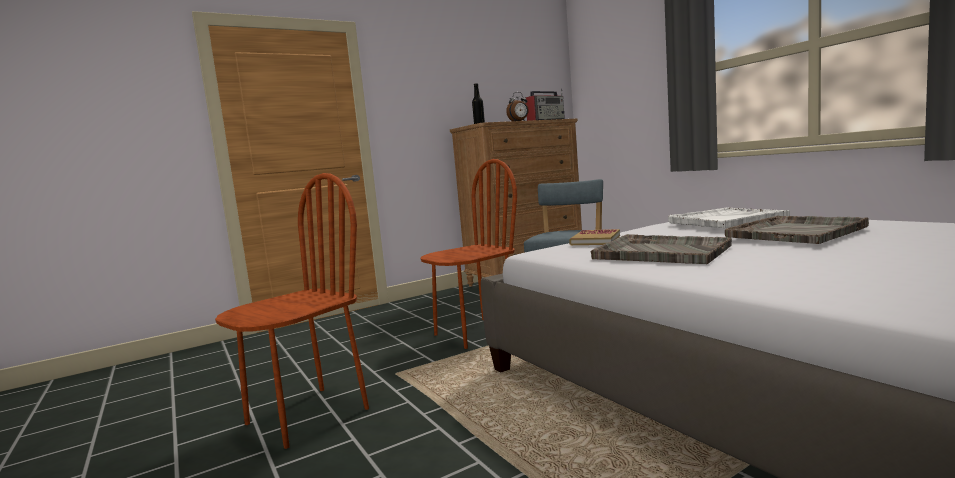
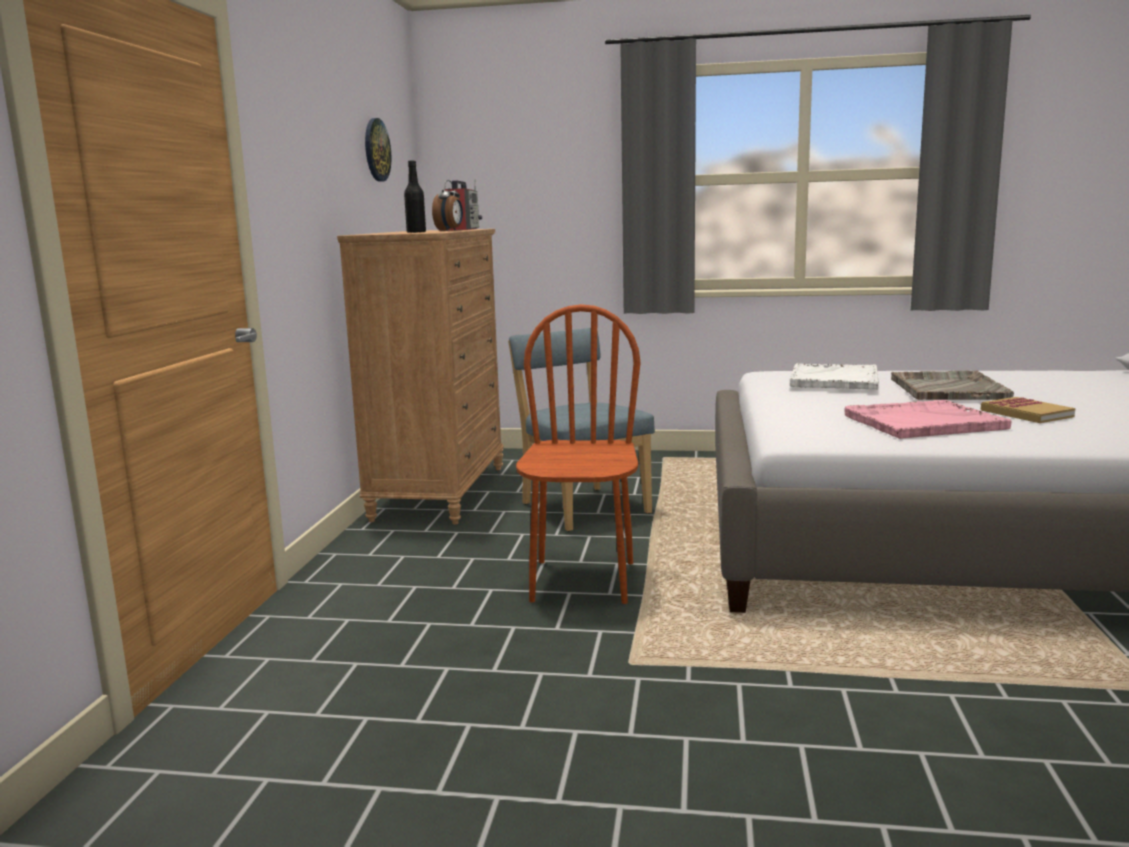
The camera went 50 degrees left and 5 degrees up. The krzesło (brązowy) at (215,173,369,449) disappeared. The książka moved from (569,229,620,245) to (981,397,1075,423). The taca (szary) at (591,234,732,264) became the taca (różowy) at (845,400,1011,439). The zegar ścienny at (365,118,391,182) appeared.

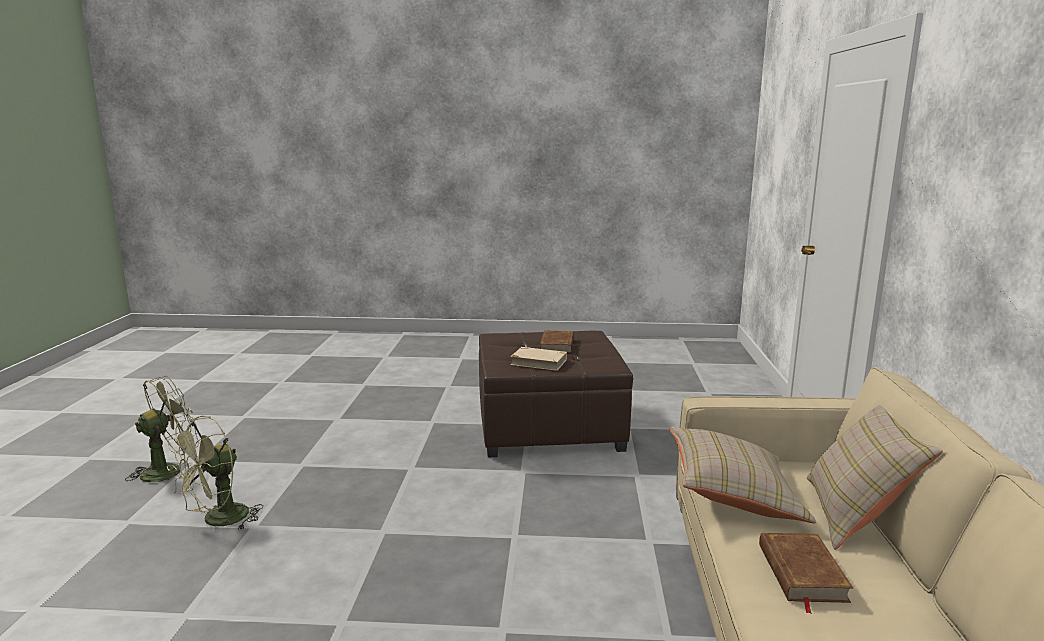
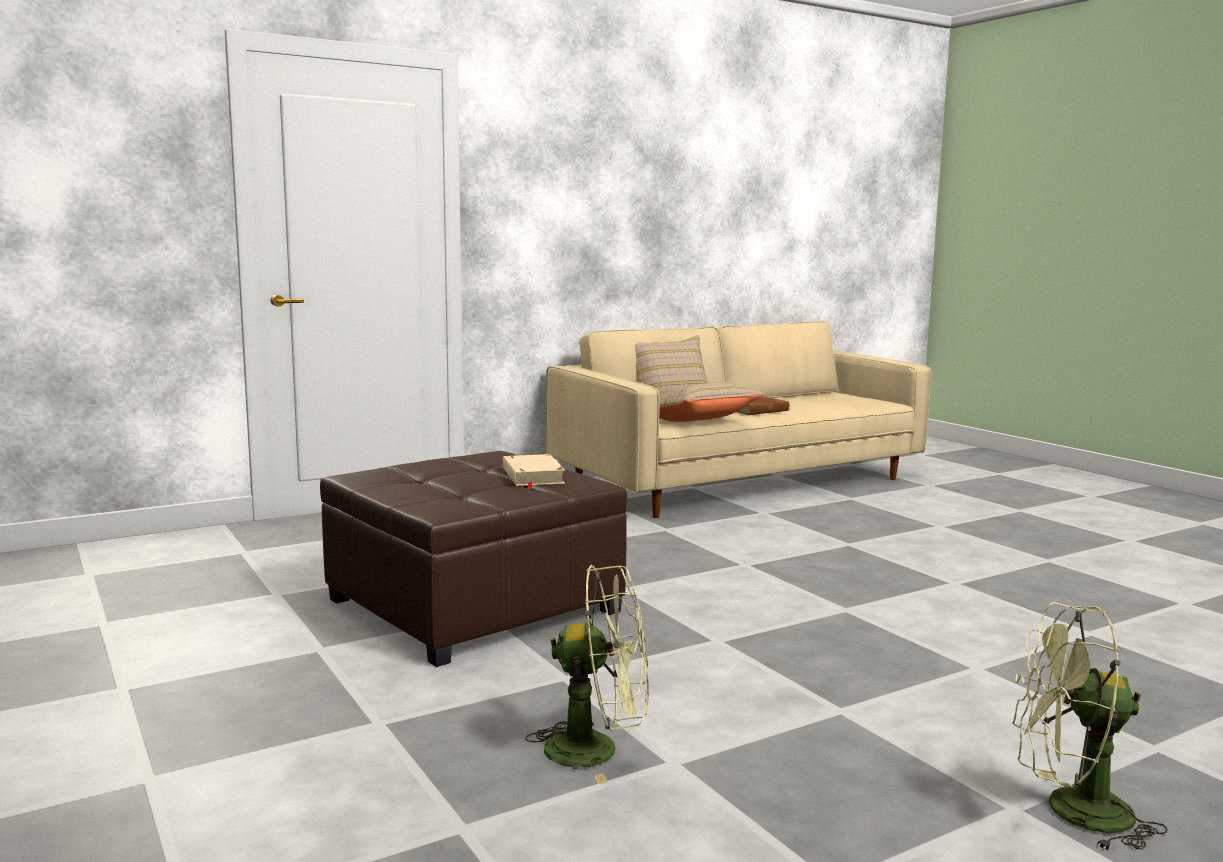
The camera went 125 degrees left and 5 degrees down. The wentylator (zielony) moved from (167,415,263,530) to (525,565,649,784). The książka (brązowy) at (540,330,574,353) disappeared.

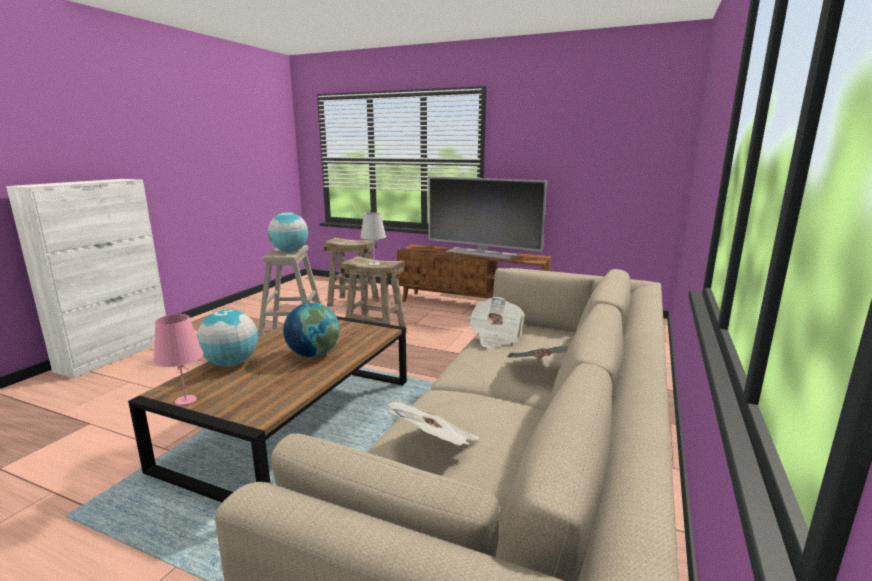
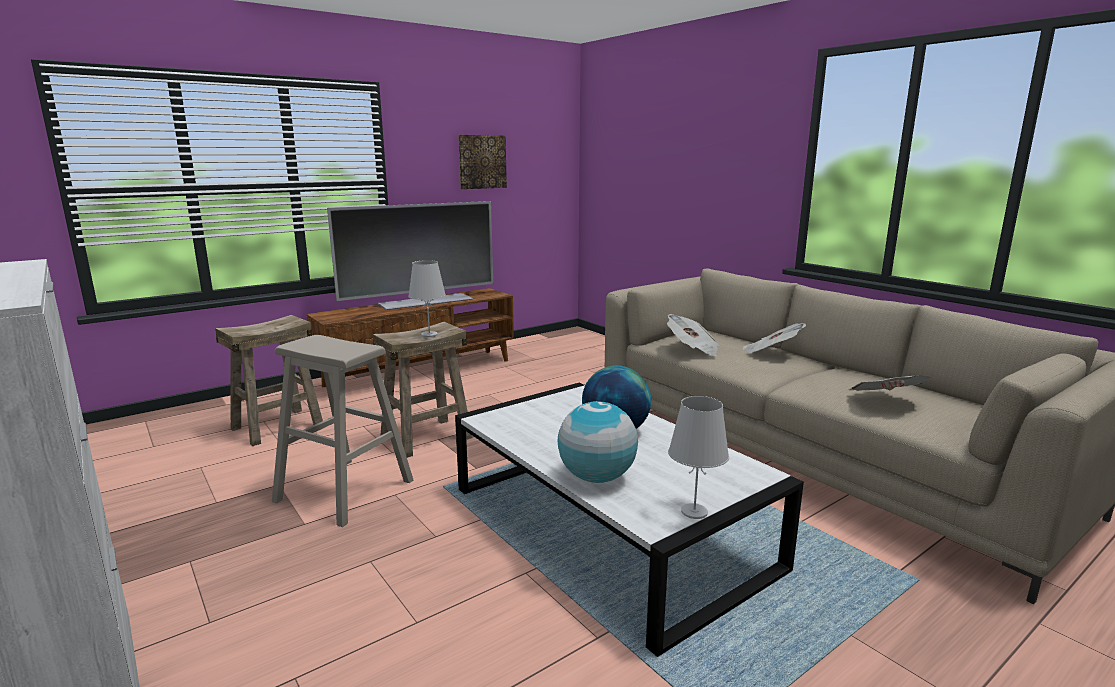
The camera went 60 degrees left and 0 degrees up. The ława (brązowy) at (128,316,407,502) became the ława (biały) at (455,382,804,657). The lampa stołowa (różowy) at (153,314,203,406) became the lampa stołowa (biały) at (668,396,729,519). The globus at (268,212,308,252) disappeared. The obraz at (458,135,507,189) appeared.

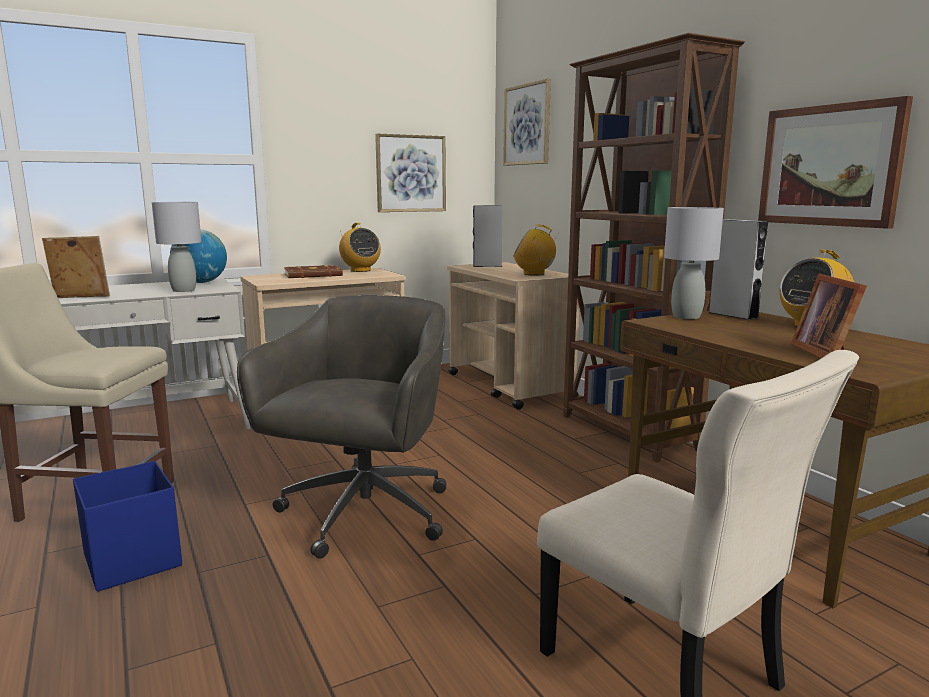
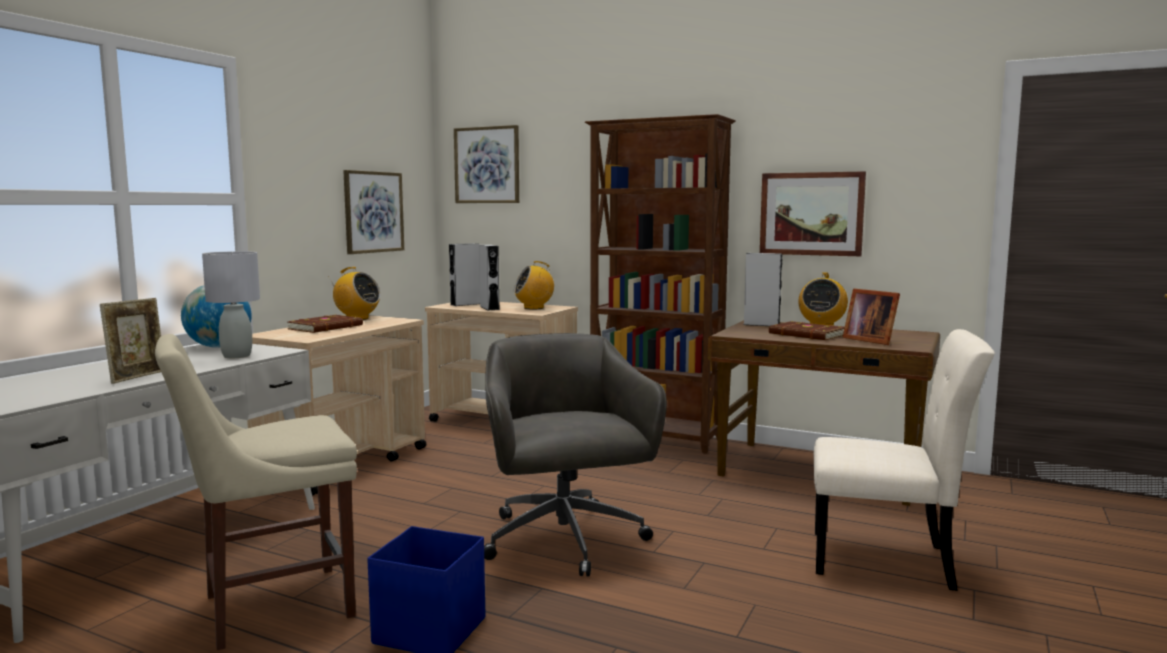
The camera went 35 degrees left and 5 degrees down. The ramka na zdjęcie at (42,236,110,298) turned 150 degrees clockwise. The lampa stołowa (szary) at (664,207,724,319) disappeared. The głośnik (szary) at (479,245,499,310) appeared. The książka (brązowy) at (769,321,845,340) appeared.

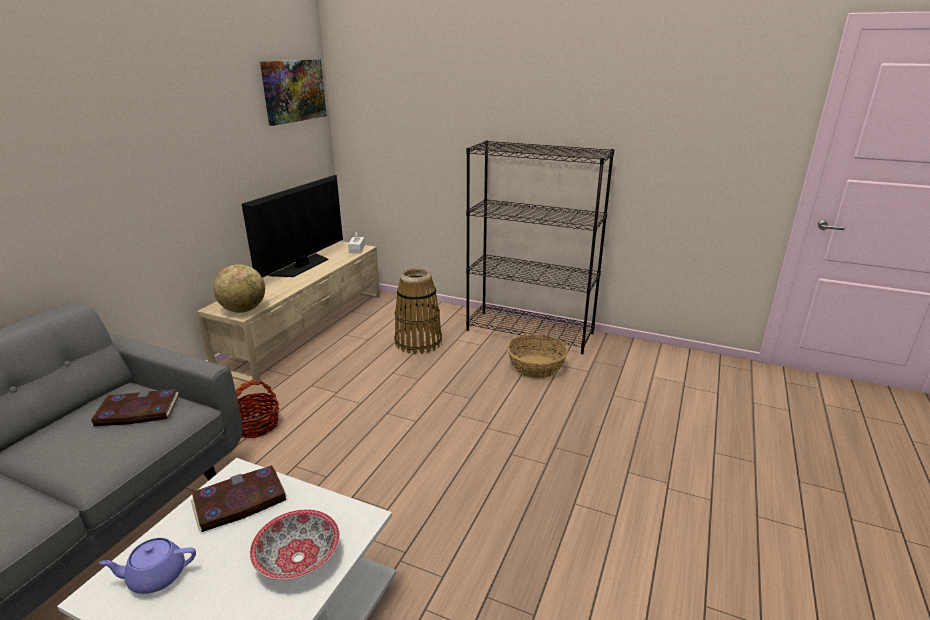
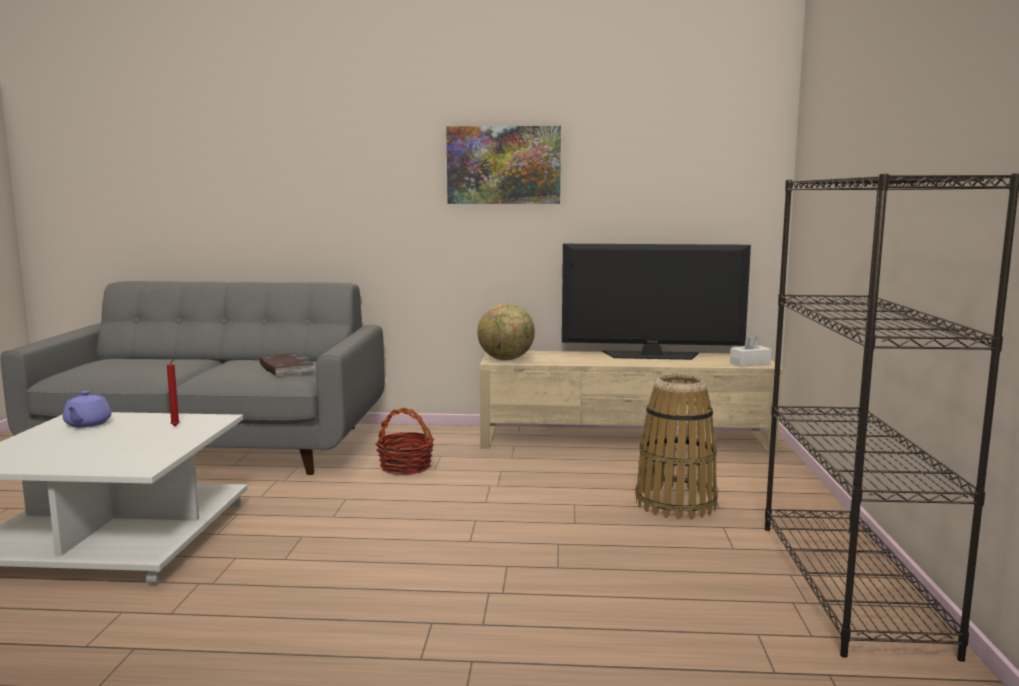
The camera went 70 degrees right and 15 degrees down. The imbryk (fioletowy) at (99,538,196,594) turned 150 degrees counterclockwise. The książka at (191,465,287,532) was replaced by the świeca (czerwony) at (167,359,180,427). The miska at (250,509,340,580) disappeared. The obraz moved from (260,59,327,126) to (446,126,561,204). The koszyk at (507,334,568,379) disappeared.

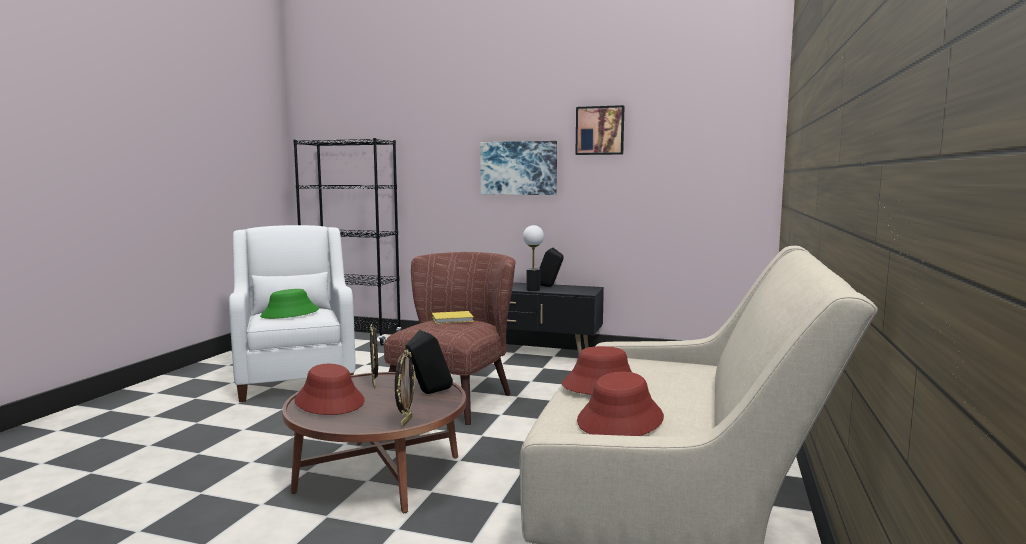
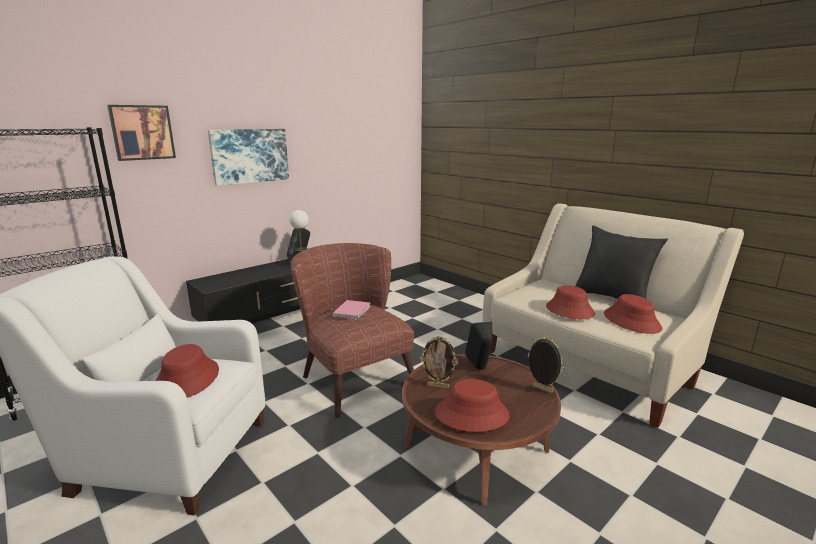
The camera went 60 degrees left and 10 degrees up. The kapelusz (zielony) at (260,289,319,319) became the kapelusz (czerwony) at (155,344,219,398). The książka (żółty) at (432,311,474,324) became the książka (różowy) at (333,300,371,320). The obraz moved from (575,105,624,155) to (107,105,176,161). The poduszka (czarny) at (575,225,668,299) appeared.

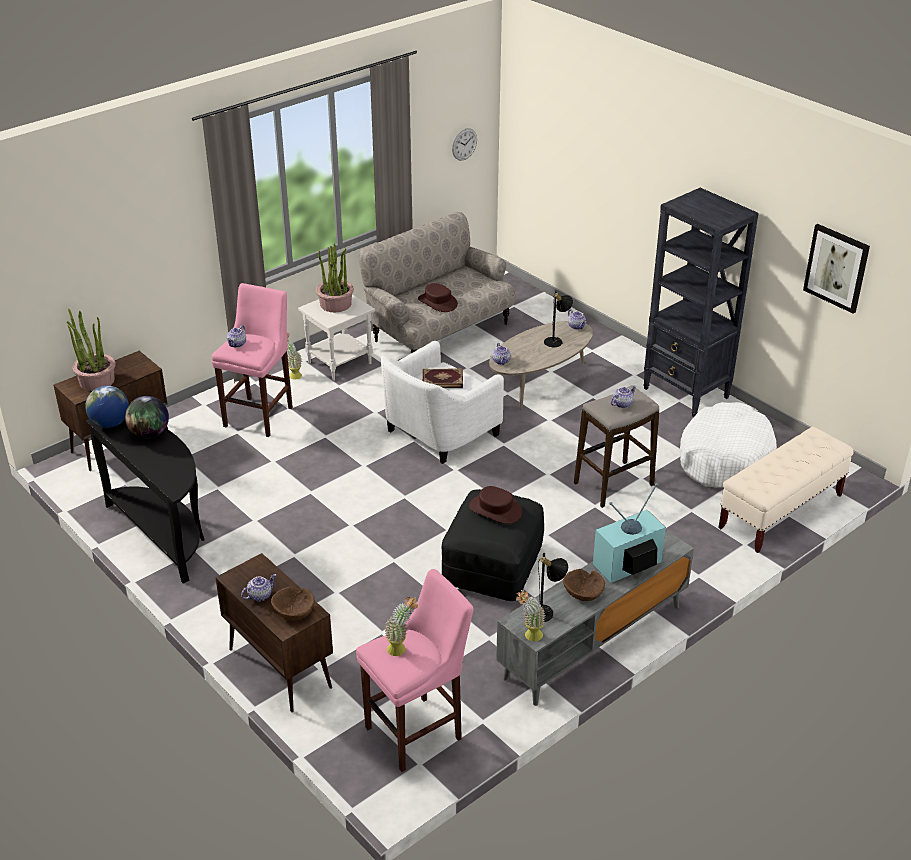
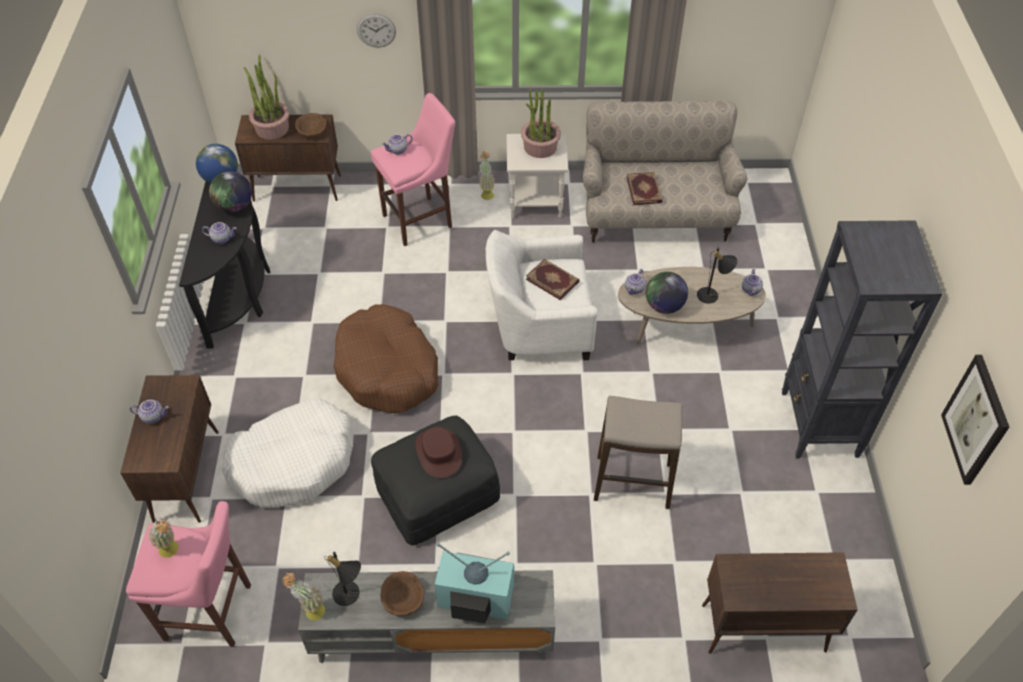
The camera went 40 degrees right and 15 degrees up. The miska (brązowy) moved from (271,587,315,620) to (295,113,327,138). The kapelusz (brązowy) at (418,283,458,312) was replaced by the książka at (627,172,663,205). The zegar ścienny moved from (452,128,477,161) to (357,13,396,48). The imbryk moved from (610,386,637,408) to (202,222,237,244). The legowisko (biały) moved from (680,402,777,488) to (222,399,354,508). The ławka (beżowy) at (718,427,854,553) was replaced by the szafka (brązowy) at (702,552,858,654). The legowisko (brązowy) at (334,304,438,413) appeared. The globus at (646,272,688,314) appeared.

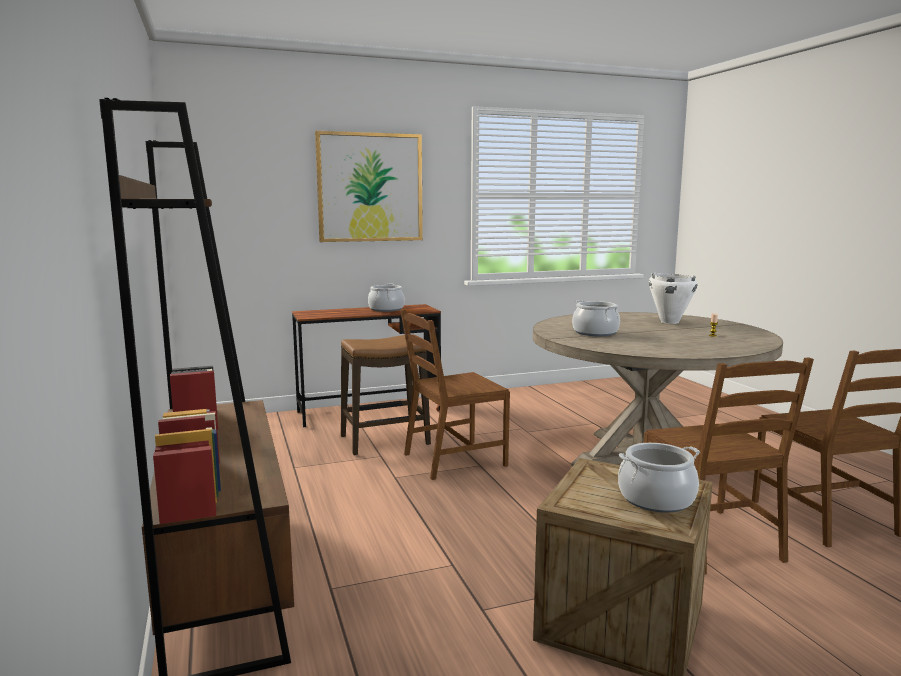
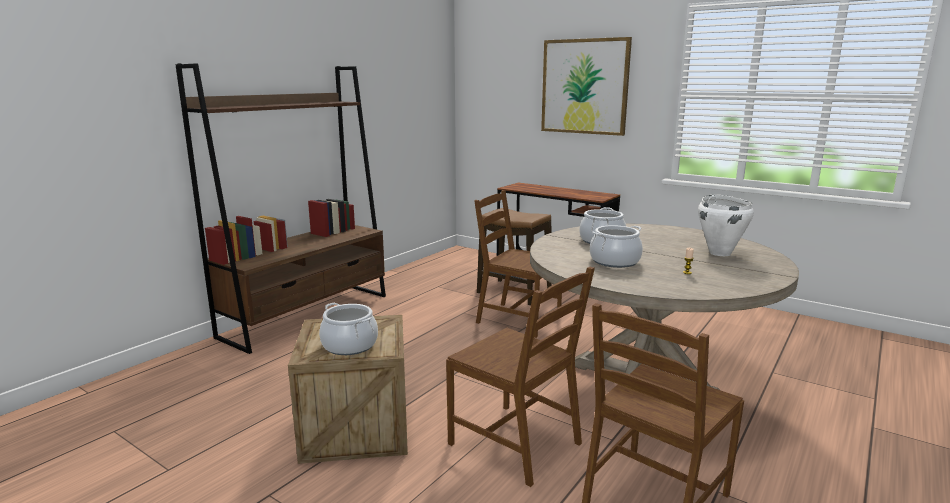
The camera went 55 degrees right and 5 degrees up. The garnek moved from (368,284,405,312) to (590,225,643,268). The krzesło (brązowy) at (644,358,814,574) turned 90 degrees counterclockwise.

